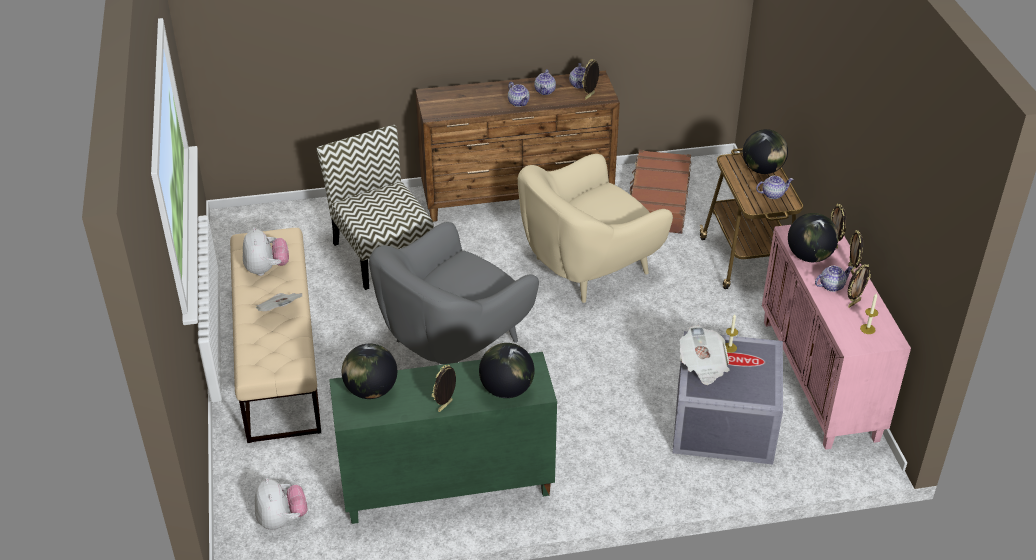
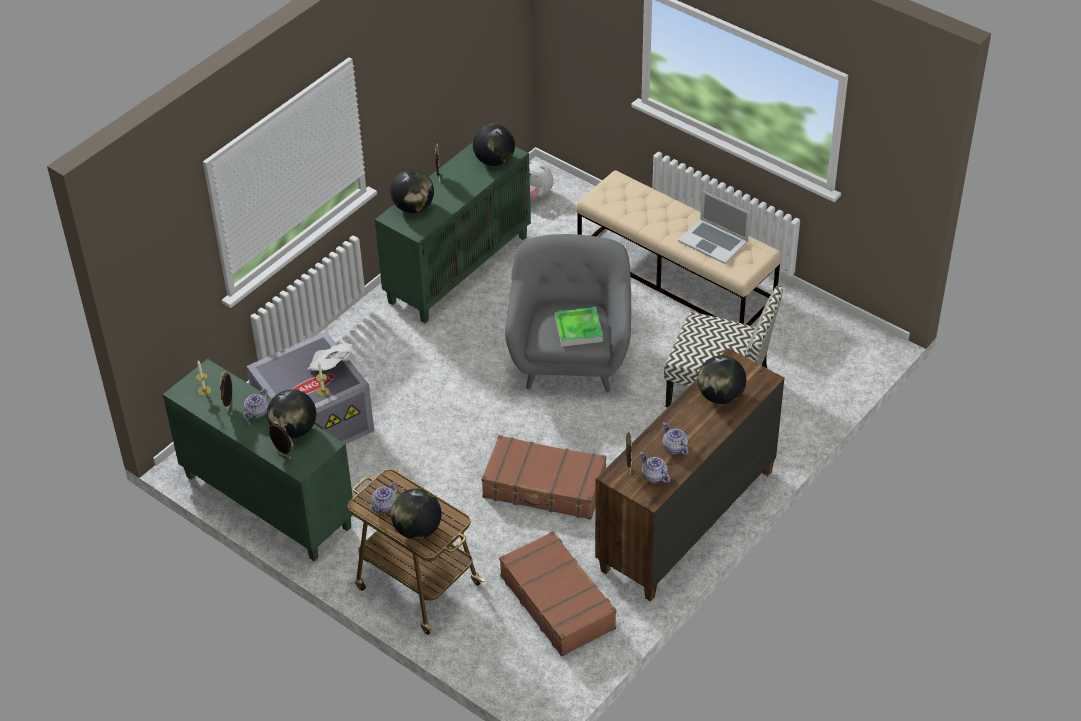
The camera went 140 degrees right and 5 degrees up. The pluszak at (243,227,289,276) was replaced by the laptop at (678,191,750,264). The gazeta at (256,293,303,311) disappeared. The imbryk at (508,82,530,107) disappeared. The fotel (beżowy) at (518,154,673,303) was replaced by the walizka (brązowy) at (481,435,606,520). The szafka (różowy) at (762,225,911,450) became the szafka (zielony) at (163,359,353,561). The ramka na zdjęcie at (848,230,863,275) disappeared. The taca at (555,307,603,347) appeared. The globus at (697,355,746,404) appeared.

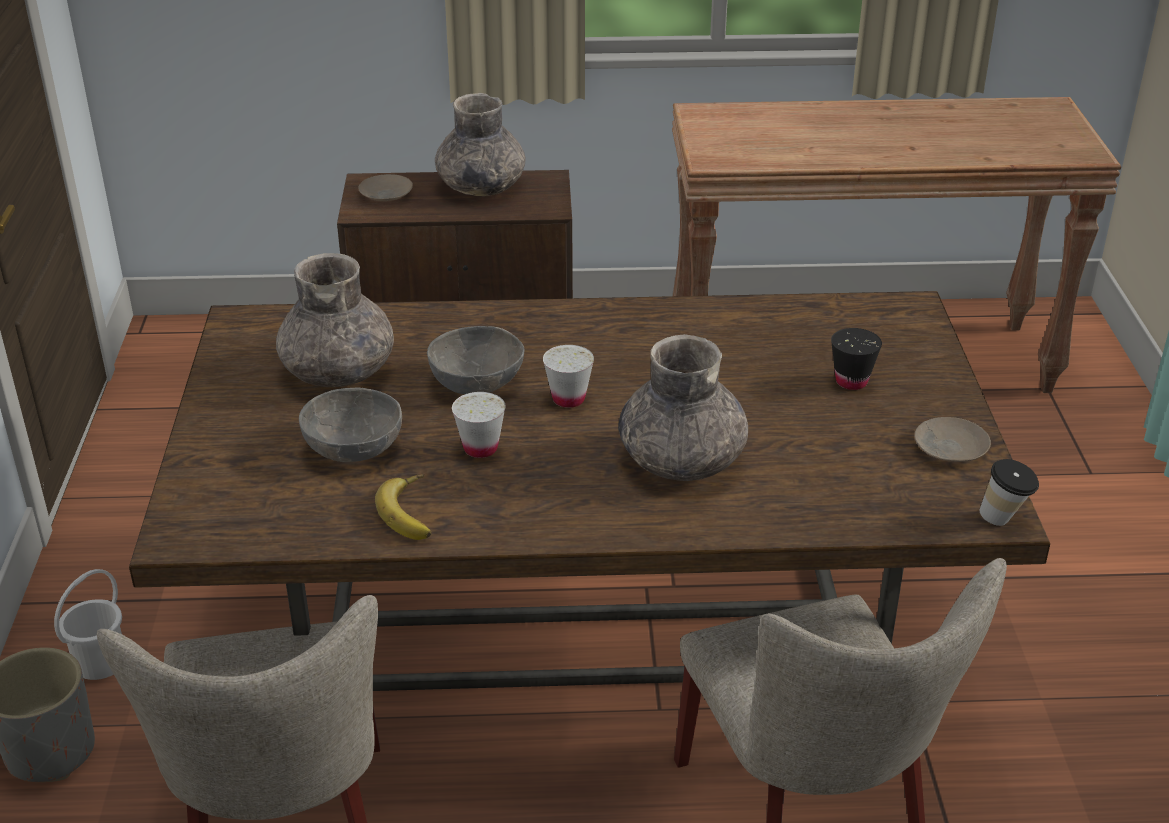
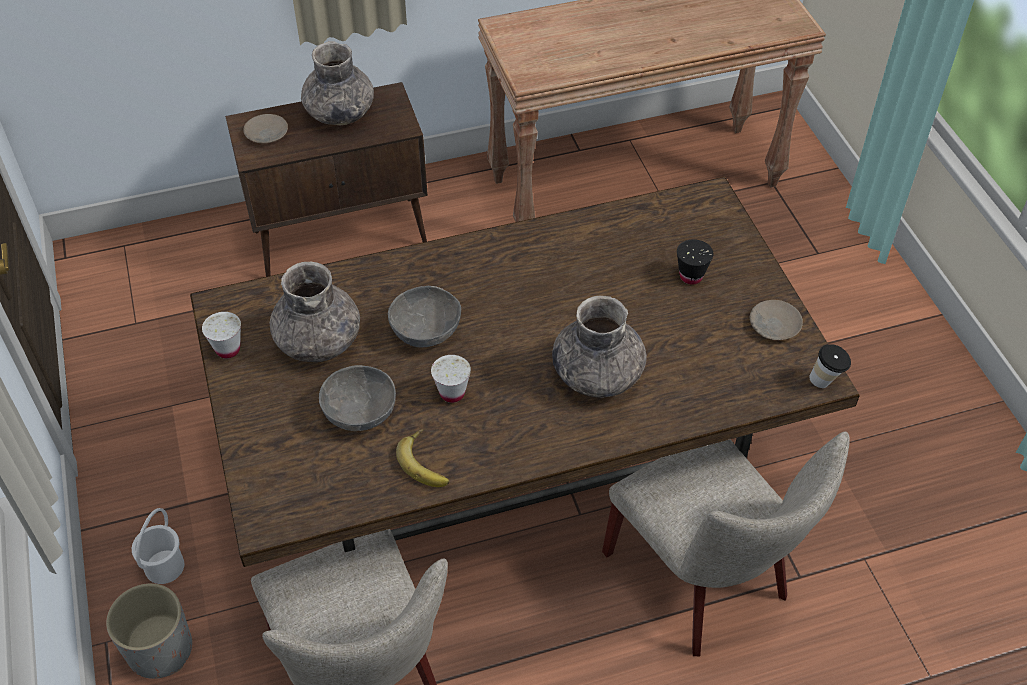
The camera went 15 degrees left and 15 degrees up. The filiżanka (biały) moved from (543,345,594,408) to (202,312,241,359).

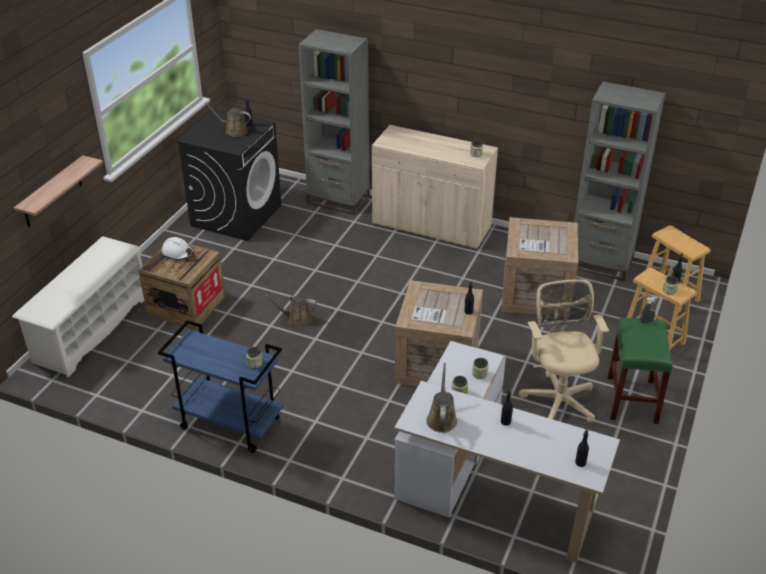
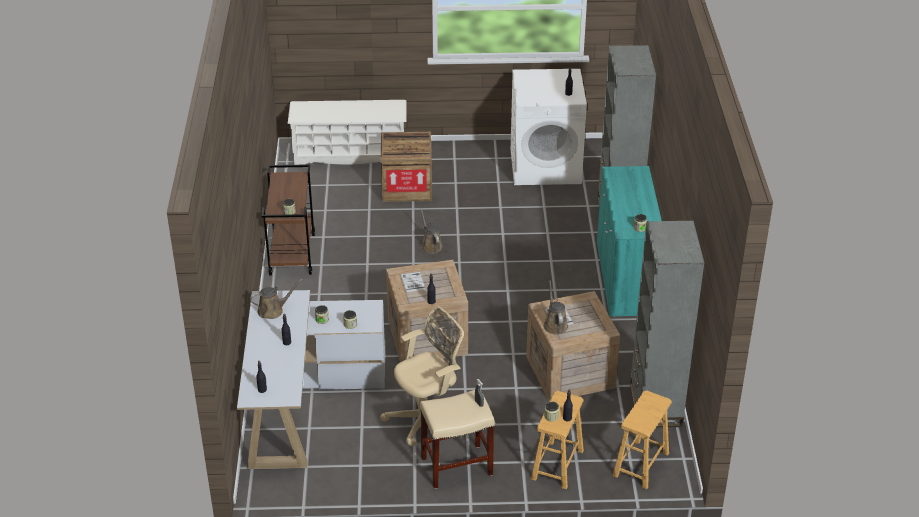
The camera went 65 degrees right and 0 degrees up. The półka at (14,155,103,227) disappeared. The wózek (niebieski) at (158,320,283,453) became the wózek (brązowy) at (262,164,315,275). The kask (biały) at (162,237,194,260) disappeared. The pralka (czarny) at (176,109,282,241) became the pralka (biały) at (511,69,587,185). The konewka (brązowy) moved from (204,103,251,137) to (544,280,568,335). The szafka (beżowy) at (372,125,498,249) became the szafka (turkusowy) at (597,166,662,318). The stołek (zielony) at (607,318,673,424) became the stołek (beżowy) at (420,390,495,489).

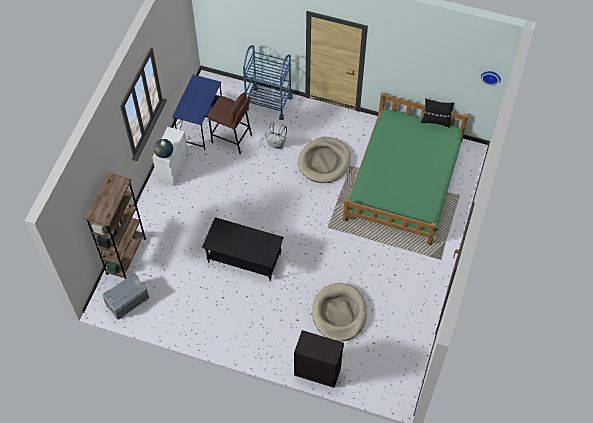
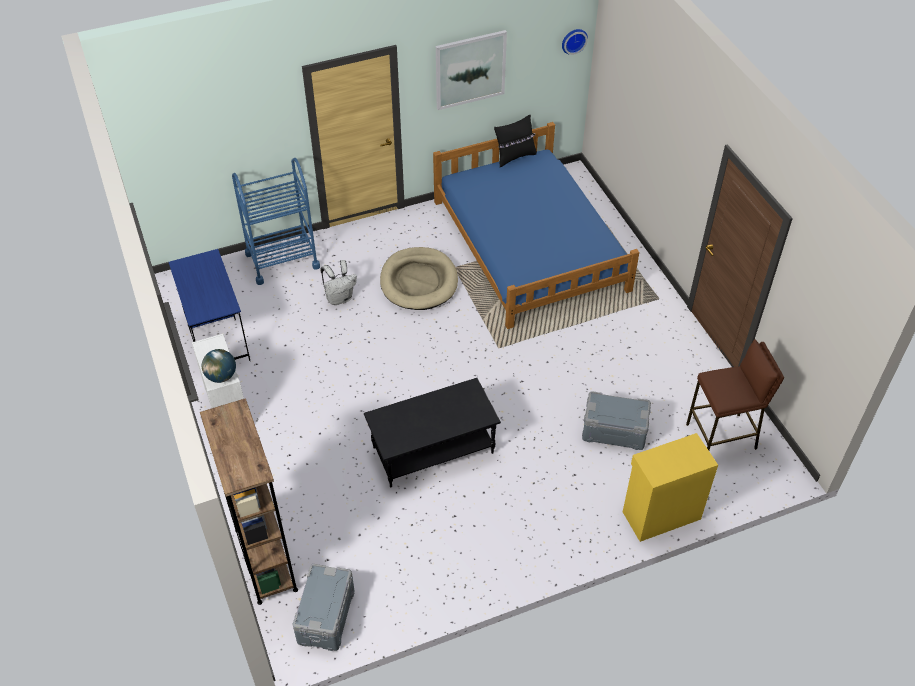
The camera went 40 degrees left and 10 degrees down. The stołek (brązowy) moved from (207,92,252,154) to (686,339,784,450). The szafka (czarny) at (294,330,344,388) became the szafka (żółty) at (623,433,718,542). The legowisko (beżowy) at (312,283,367,341) was replaced by the pojemnik do przechowywania (szary) at (582,391,651,450). The łóżko (zielony) at (343,92,468,245) became the łóżko (niebieski) at (433,122,639,329). The obraz at (436,30,507,110) appeared.

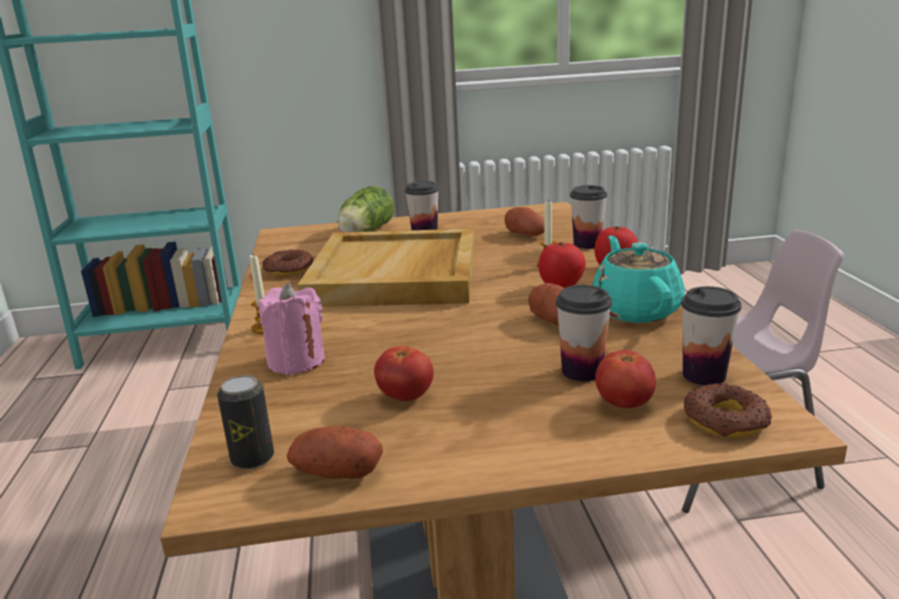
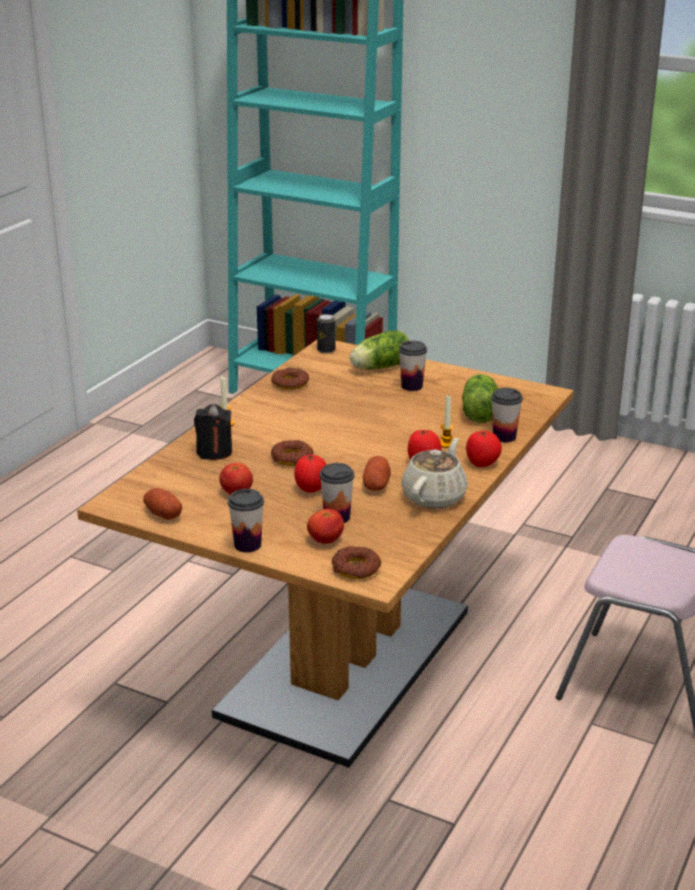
The camera went 35 degrees right and 5 degrees up. The puszka moved from (217,375,274,469) to (317,314,335,353). The świeca (różowy) at (258,283,325,375) became the świeca (czarny) at (194,404,232,460). The taca (beżowy) at (297,229,475,307) disappeared. The ziemniak at (505,207,545,236) was replaced by the sałata at (462,374,498,423). The imbryk (turkusowy) at (592,235,685,323) became the imbryk (beżowy) at (401,438,468,508). The filiżanka moved from (681,286,742,386) to (228,489,264,553). The donut at (271,440,314,466) appeared. The pomidor at (294,454,327,493) appeared.

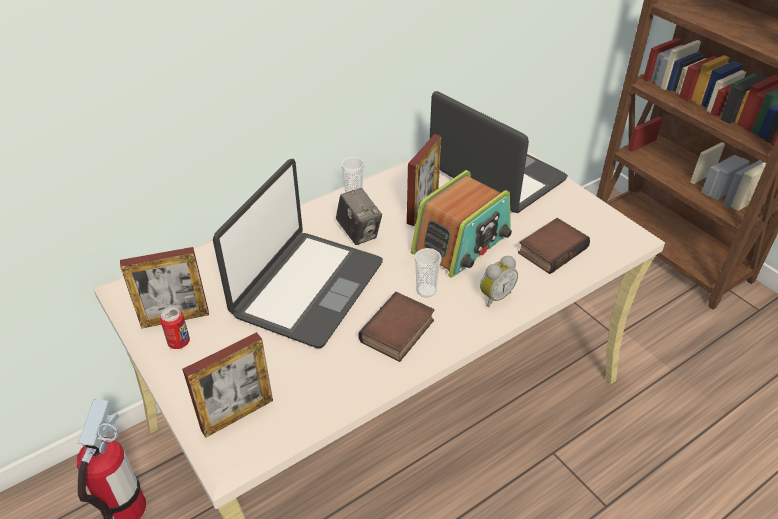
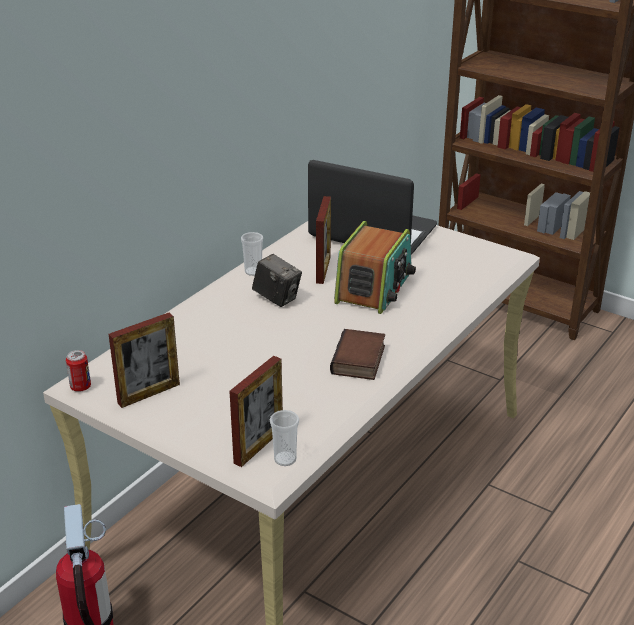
The camera went 20 degrees left and 10 degrees down. The puszka moved from (160,307,190,349) to (66,350,91,392). The laptop at (213,159,383,348) disappeared. The filiżanka moved from (415,248,442,297) to (270,410,299,466). The budzik at (480,256,518,307) disappeared. The książka at (518,218,590,274) disappeared.

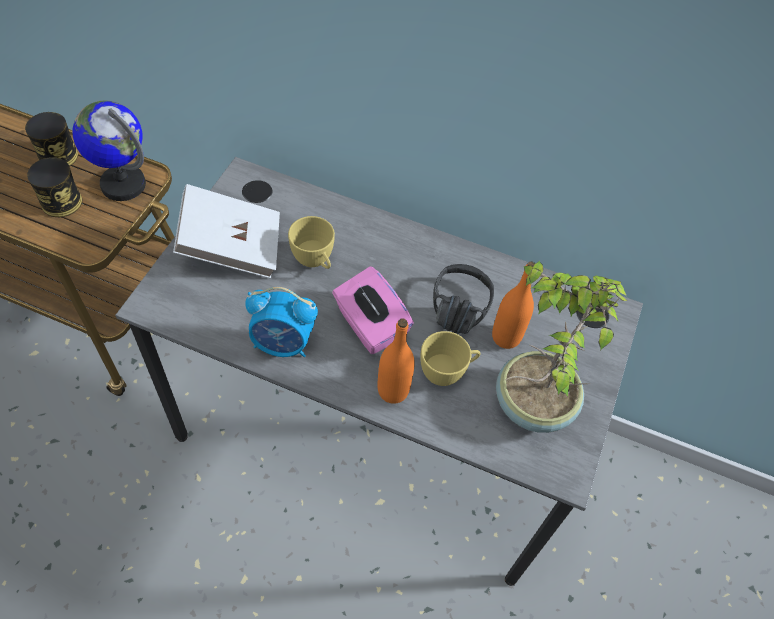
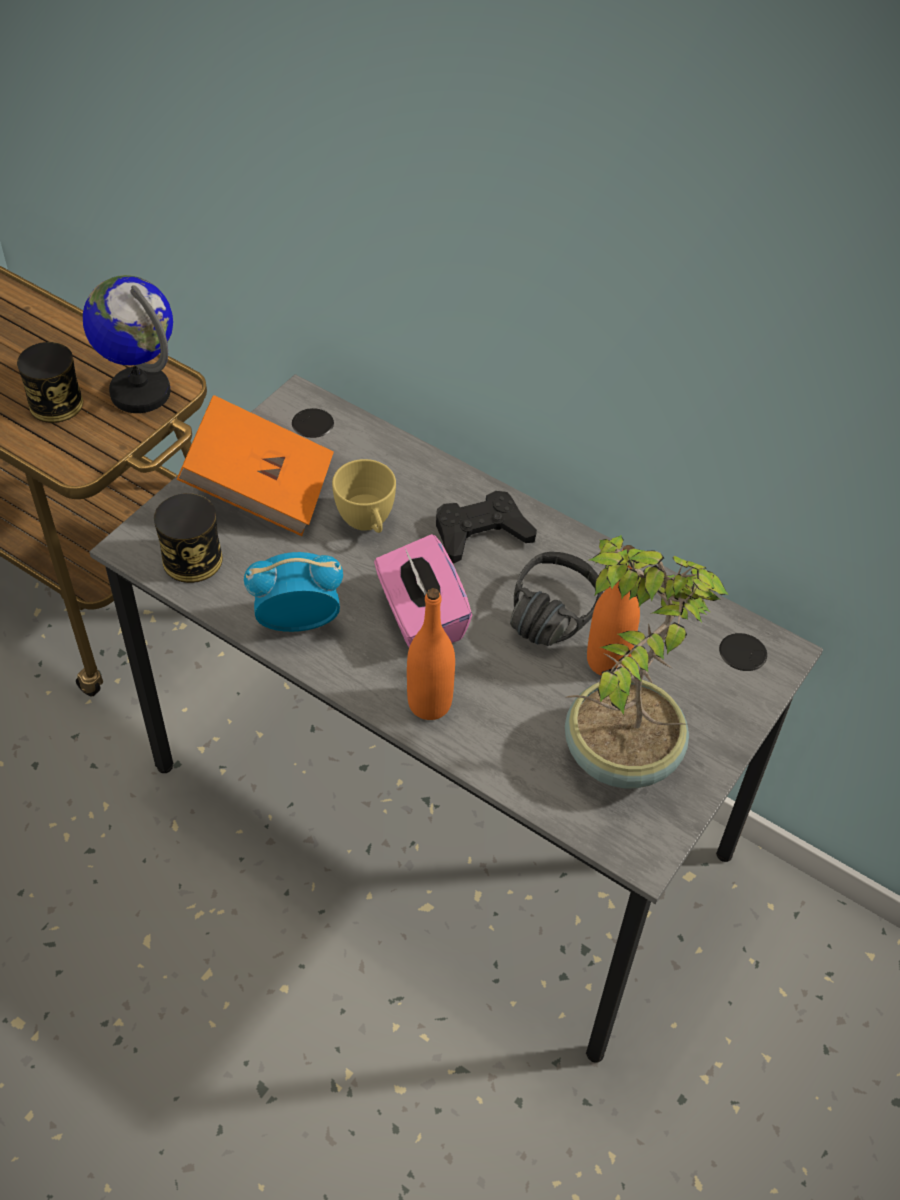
The camera went 15 degrees right and 5 degrees down. The puszka moved from (25,112,78,166) to (154,493,223,583). The książka (biały) at (173,184,280,278) became the książka (pomarańczowy) at (177,395,334,536). The budzik at (245,287,318,357) turned 150 degrees clockwise. The filiżanka (żółty) at (420,331,481,386) disappeared. The pad do gier (czarny) at (436,491,537,564) appeared.

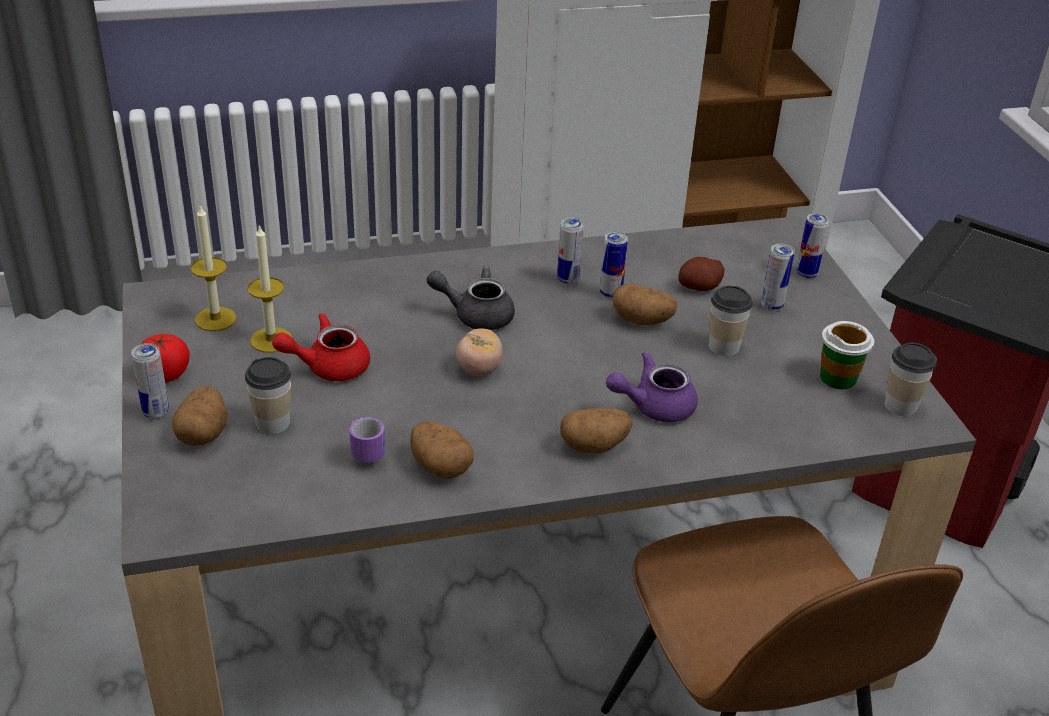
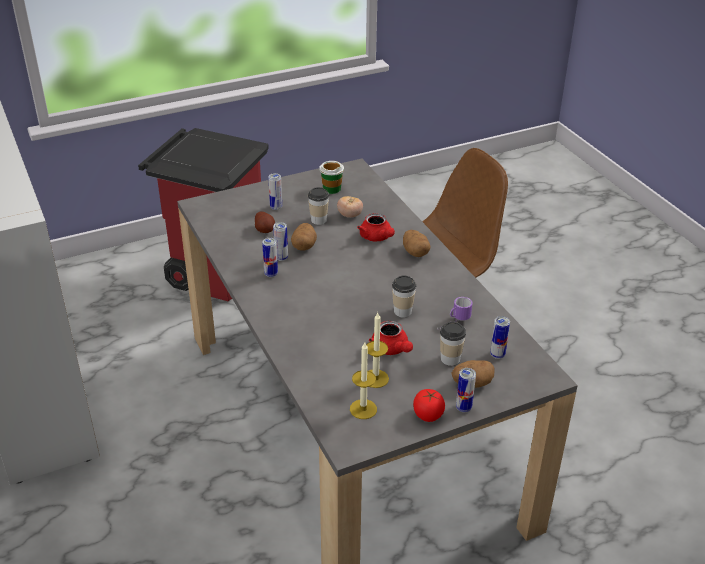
The camera went 100 degrees left and 0 degrees up. The ziemniak at (410,421,474,479) disappeared. The imbryk (szary) at (427,266,515,330) disappeared. The pomidor moved from (456,328,503,376) to (337,196,363,218). The imbryk (fioletowy) at (606,351,698,422) became the imbryk (czerwony) at (357,213,395,242). The puszka moved from (796,213,830,279) to (490,316,510,359). The filiżanka moved from (885,343,937,416) to (392,276,416,317).

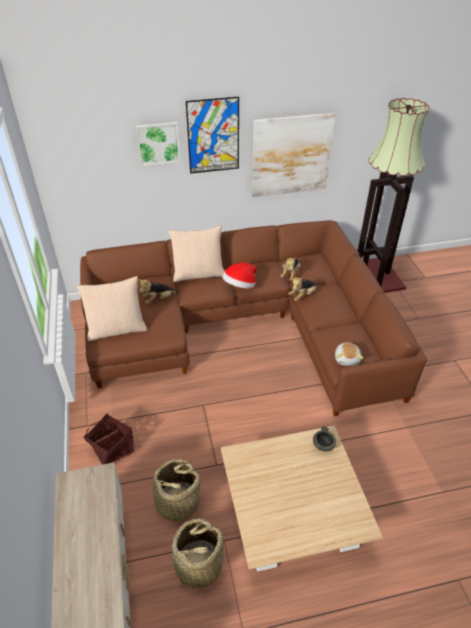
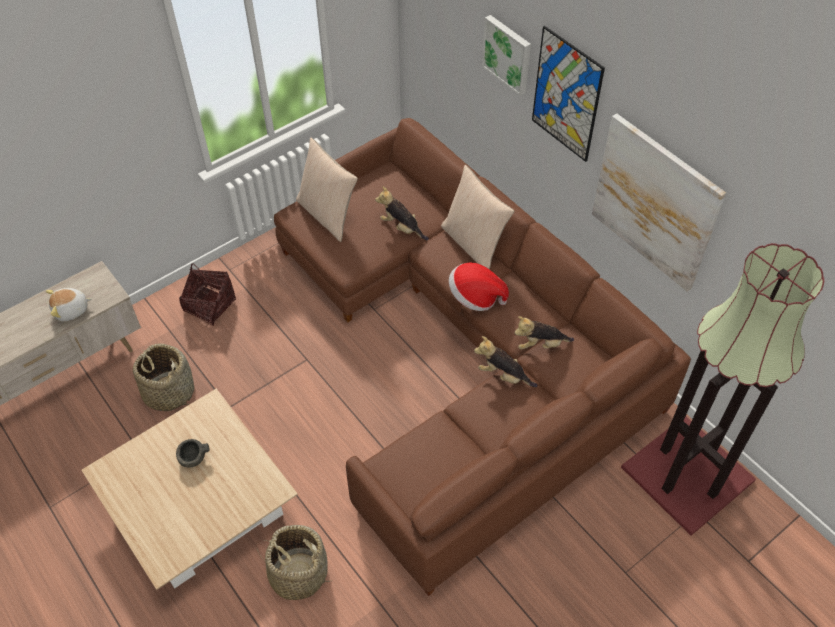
The camera went 65 degrees right and 10 degrees up. The koszyk moved from (168,518,224,588) to (257,525,333,600). The miska (szary) moved from (313,426,336,451) to (176,439,210,468). The pluszak moved from (335,342,363,366) to (46,288,92,321).

